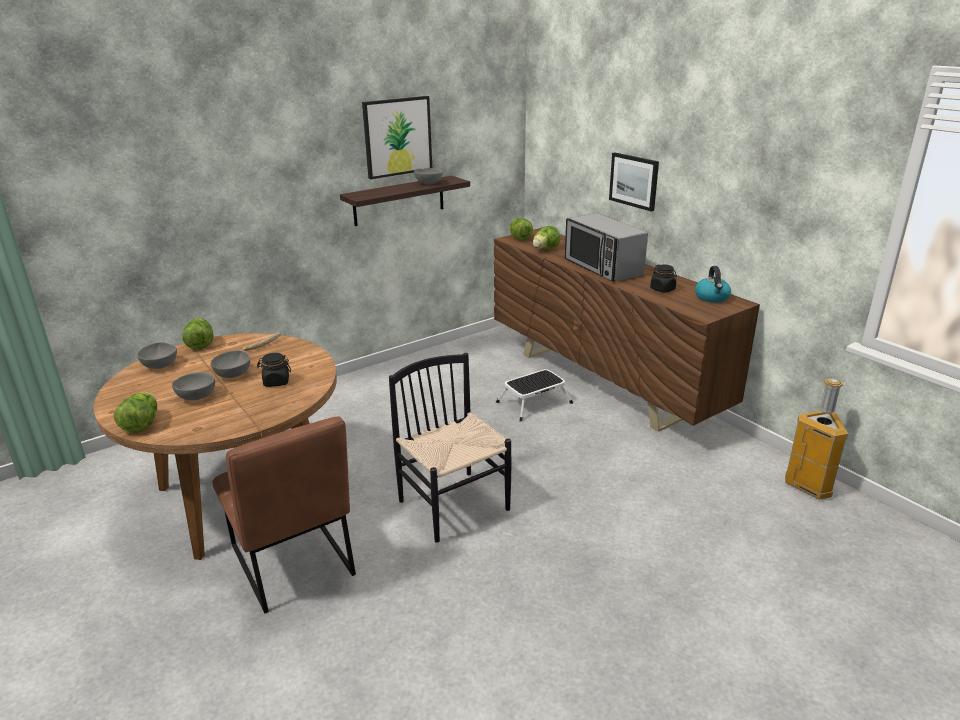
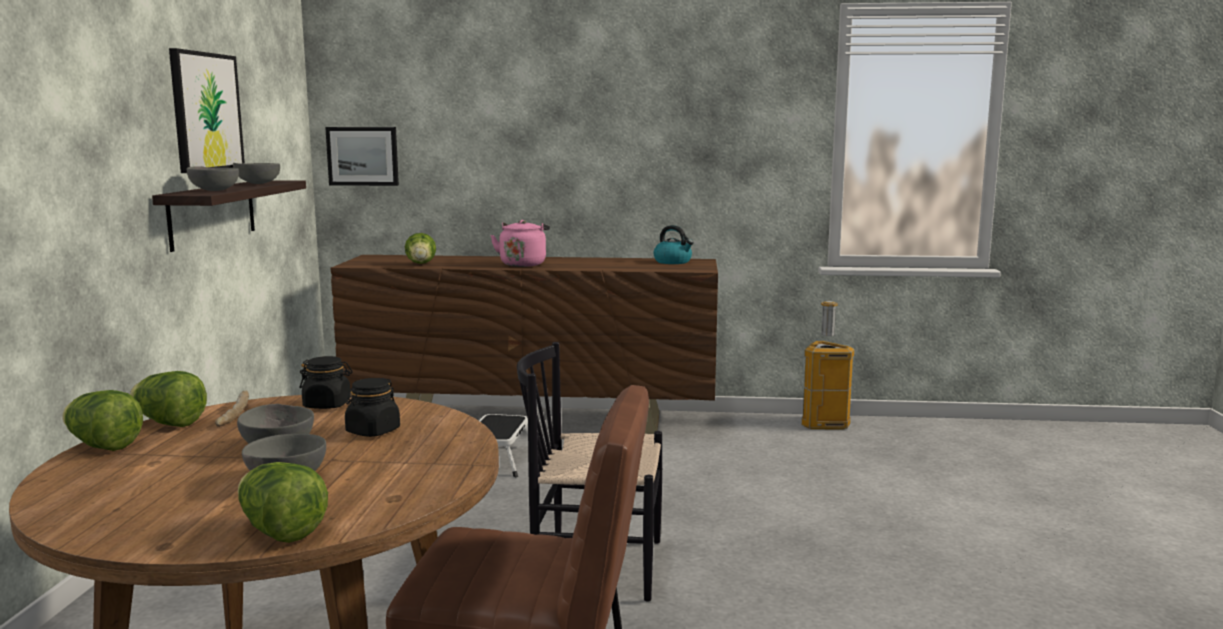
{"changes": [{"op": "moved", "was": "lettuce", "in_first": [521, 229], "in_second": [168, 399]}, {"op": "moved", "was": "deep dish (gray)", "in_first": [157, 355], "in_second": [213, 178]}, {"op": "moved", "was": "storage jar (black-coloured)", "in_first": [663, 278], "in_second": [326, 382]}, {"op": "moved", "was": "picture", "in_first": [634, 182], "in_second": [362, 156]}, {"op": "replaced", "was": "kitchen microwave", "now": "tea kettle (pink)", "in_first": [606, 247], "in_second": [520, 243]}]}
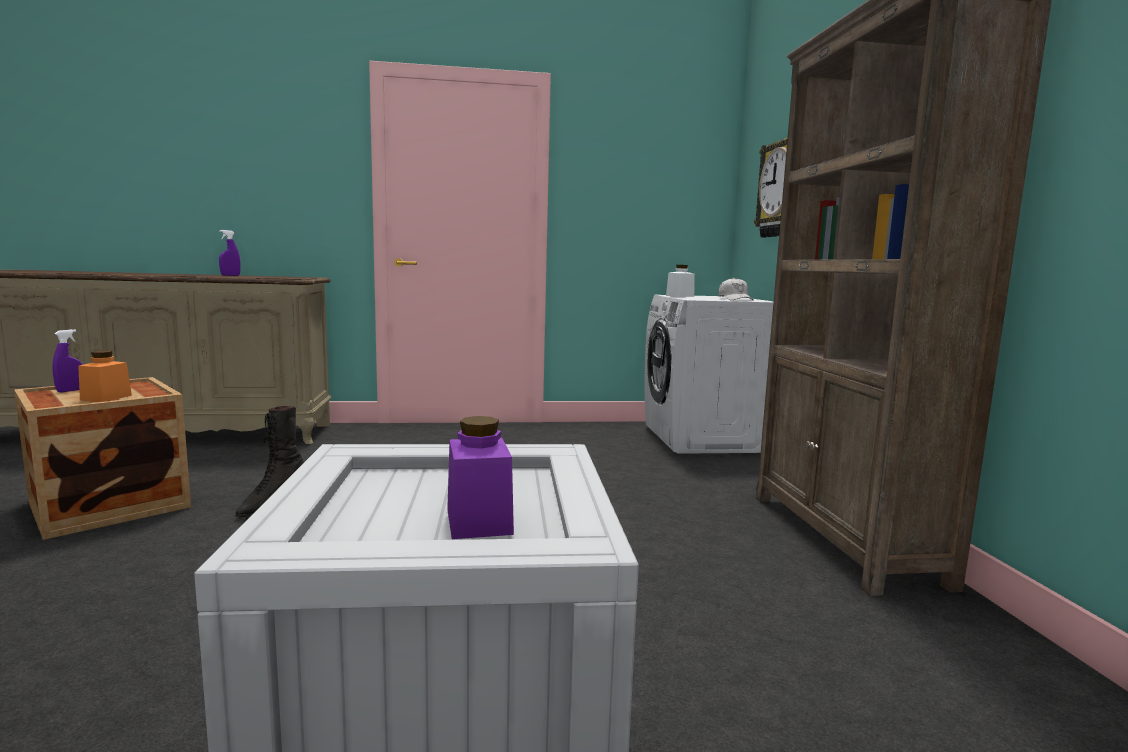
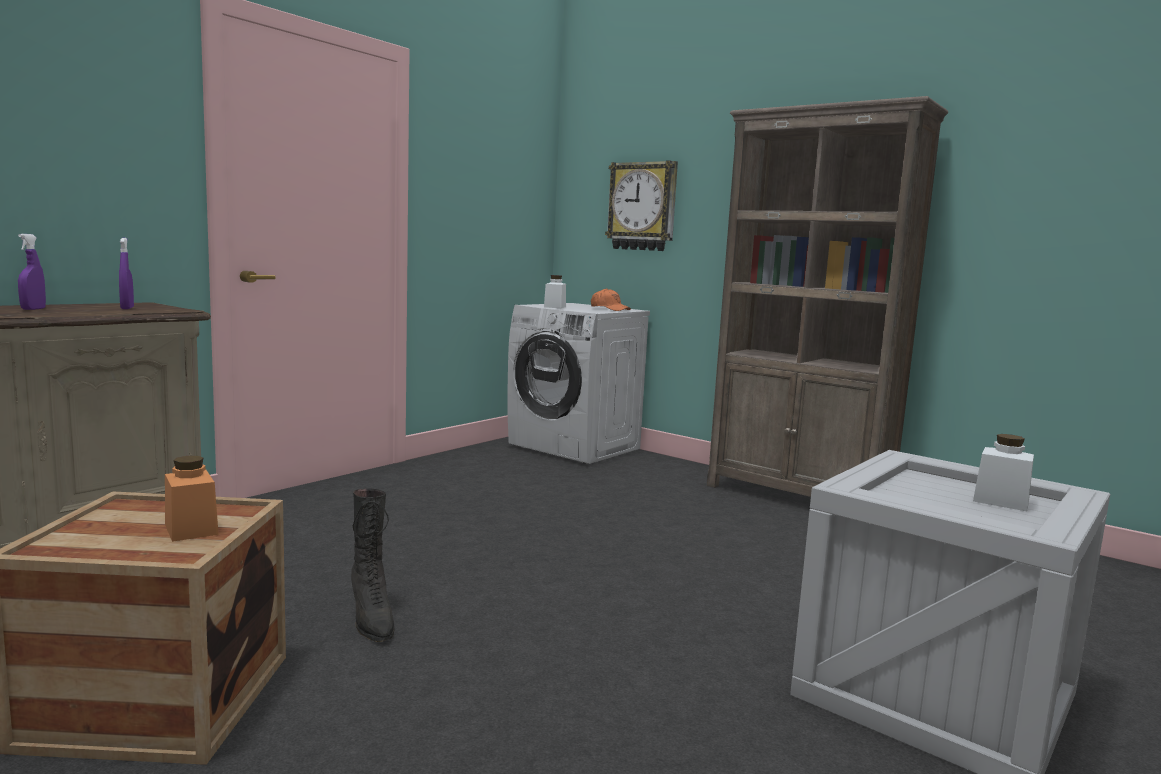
{"changes": [{"op": "moved", "was": "spray bottle (purple-coloured)", "in_first": [67, 360], "in_second": [126, 273]}, {"op": "recoloured", "was": "peaked cap (white-coloured)", "now": "peaked cap (orangey)", "in_first": [736, 289], "in_second": [611, 299]}, {"op": "recoloured", "was": "storage jar (purple-coloured)", "now": "storage jar (white-coloured)", "in_first": [480, 477], "in_second": [1003, 472]}]}
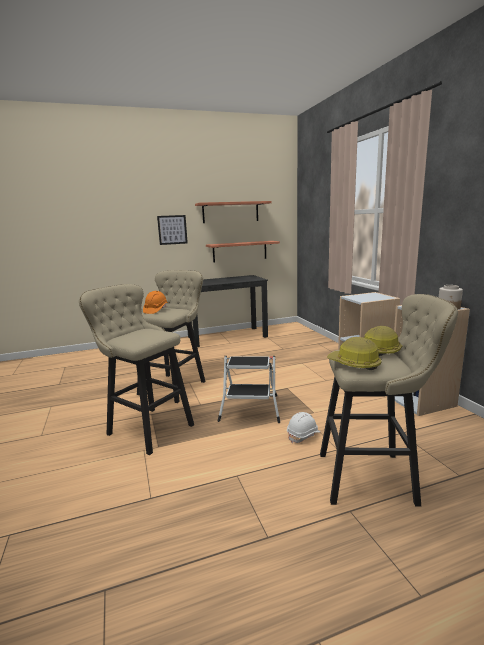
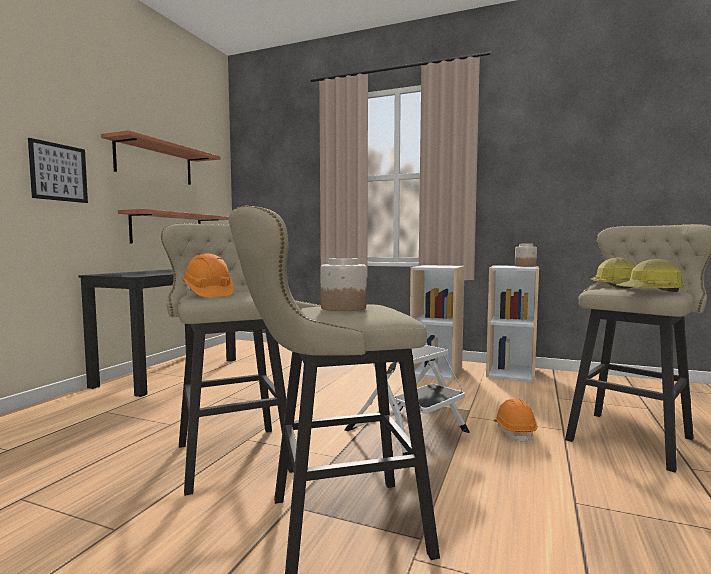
{"changes": [{"op": "added", "now": "storage jar", "in_second": [343, 284]}, {"op": "recoloured", "was": "safety helmet (white-coloured)", "now": "safety helmet (orangey)", "in_first": [303, 427], "in_second": [515, 421]}]}
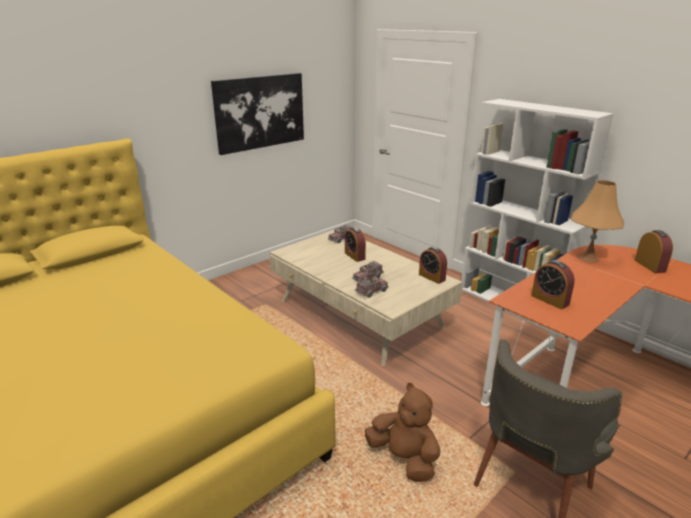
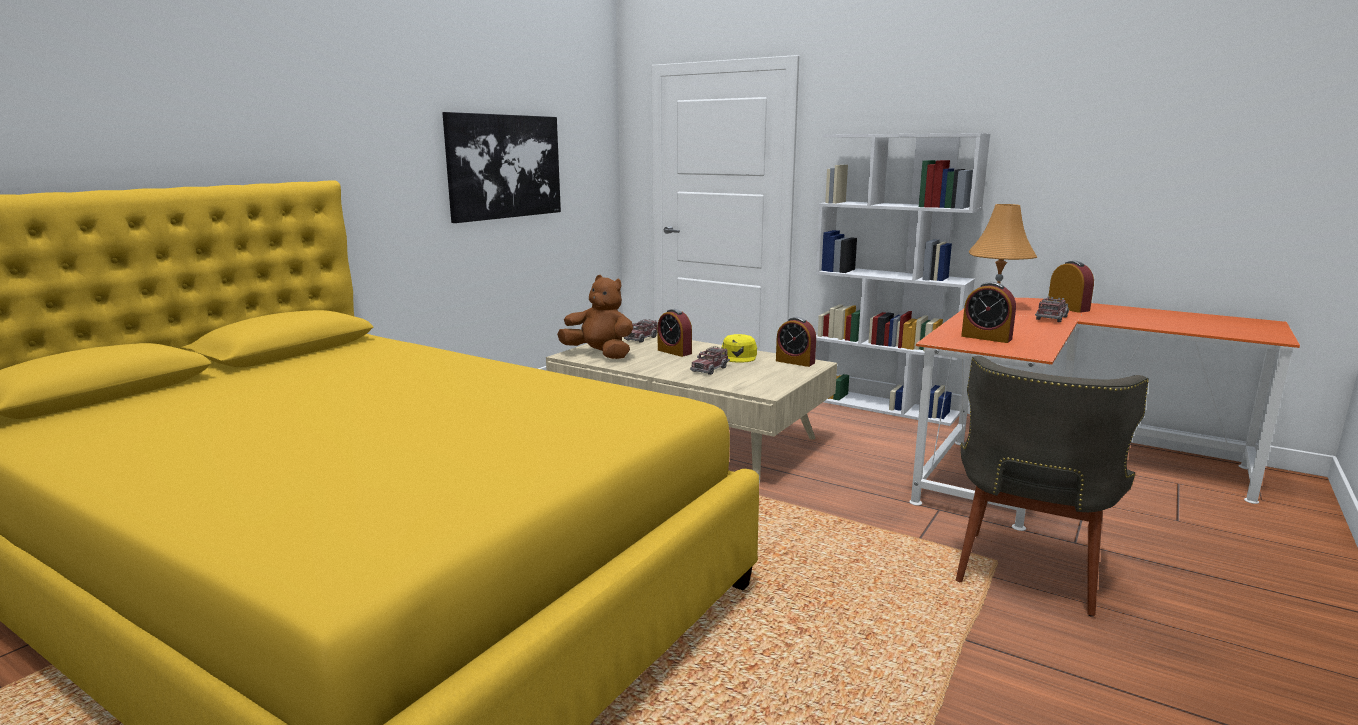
{"changes": [{"op": "moved", "was": "plush toy (brown-coloured)", "in_first": [402, 432], "in_second": [595, 317]}, {"op": "added", "now": "peaked cap (yellow)", "in_second": [739, 348]}, {"op": "moved", "was": "toy truck", "in_first": [371, 287], "in_second": [1052, 309]}]}
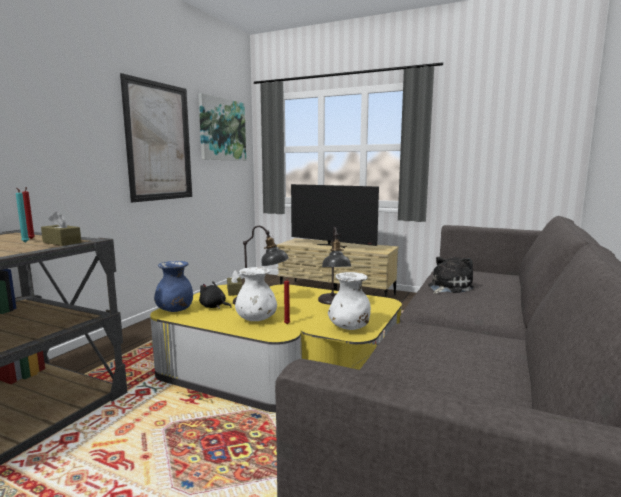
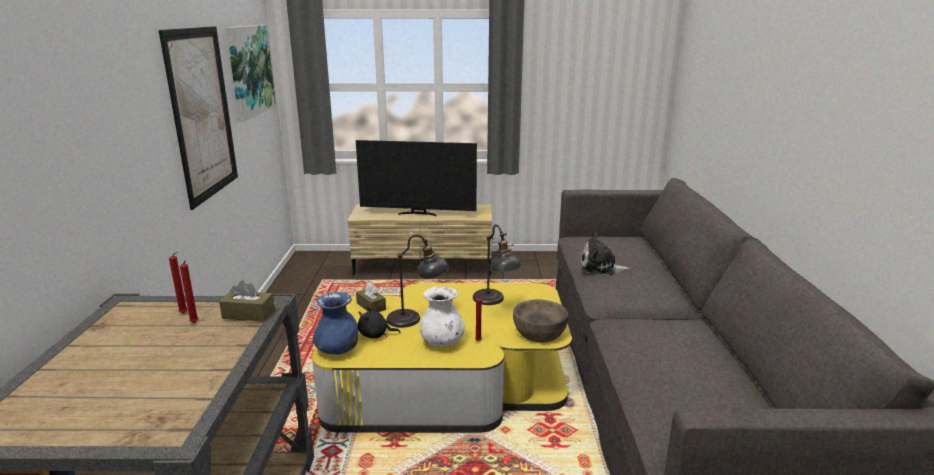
{"changes": [{"op": "recoloured", "was": "wax candle (turquoise-coloured)", "now": "wax candle (red)", "in_first": [22, 215], "in_second": [189, 291]}, {"op": "replaced", "was": "decorative vase (white-coloured)", "now": "deep dish (brown-coloured)", "in_first": [349, 301], "in_second": [540, 320]}, {"op": "turned", "was": "plush toy", "in_first": [451, 275], "in_second": [605, 254], "clockwise": -105}]}
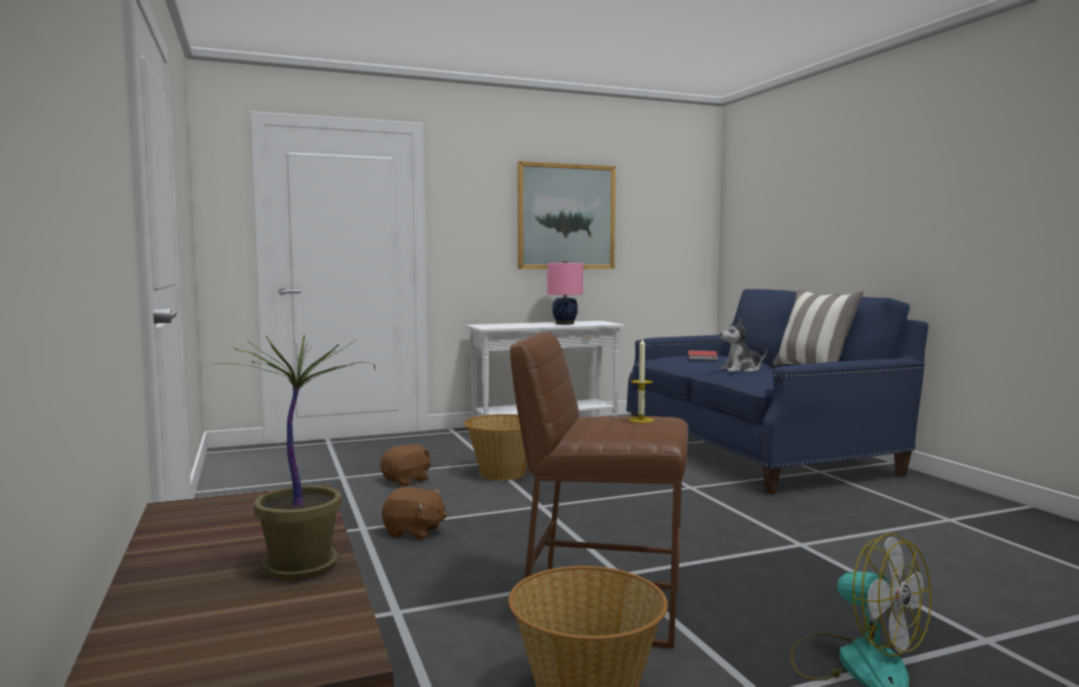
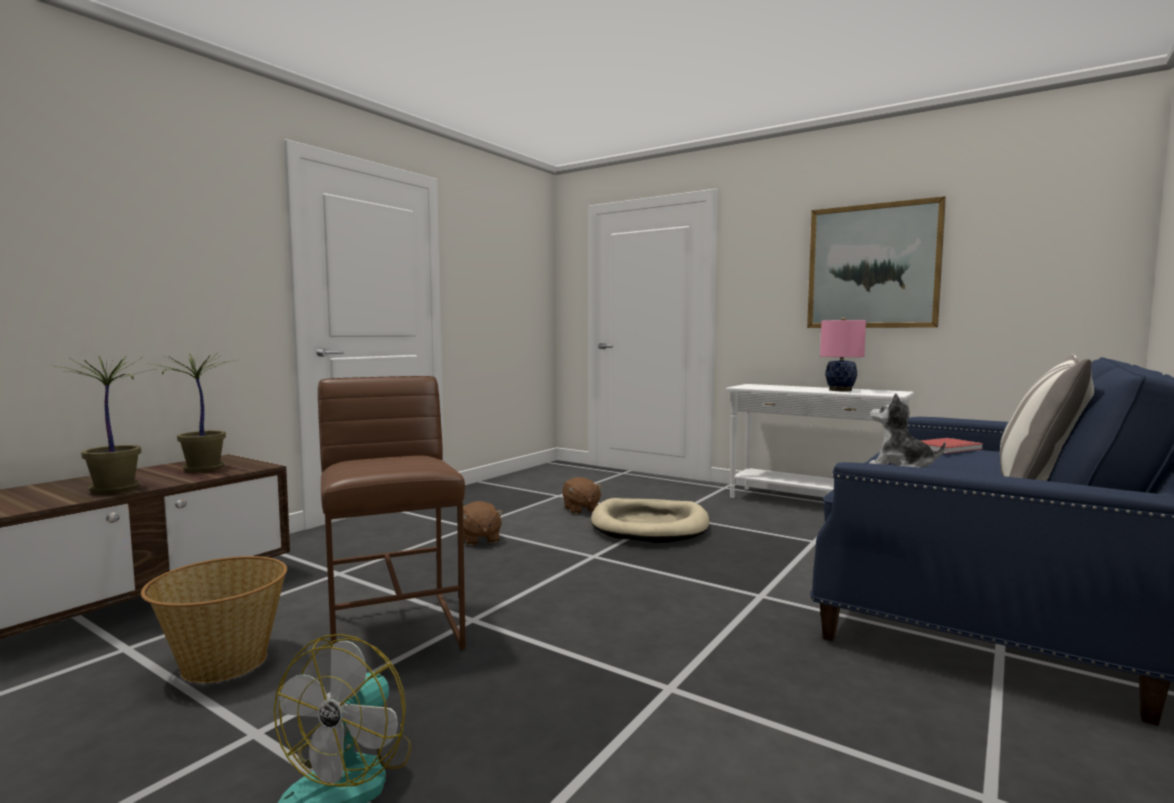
{"changes": [{"op": "added", "now": "potted plant", "in_second": [194, 412]}, {"op": "turned", "was": "plush toy (brown-coloured)", "in_first": [405, 465], "in_second": [582, 495], "clockwise": 60}, {"op": "replaced", "was": "storage basket", "now": "dog bed (beige)", "in_first": [495, 447], "in_second": [650, 520]}, {"op": "removed", "was": "wax candle", "in_first": [641, 380]}]}
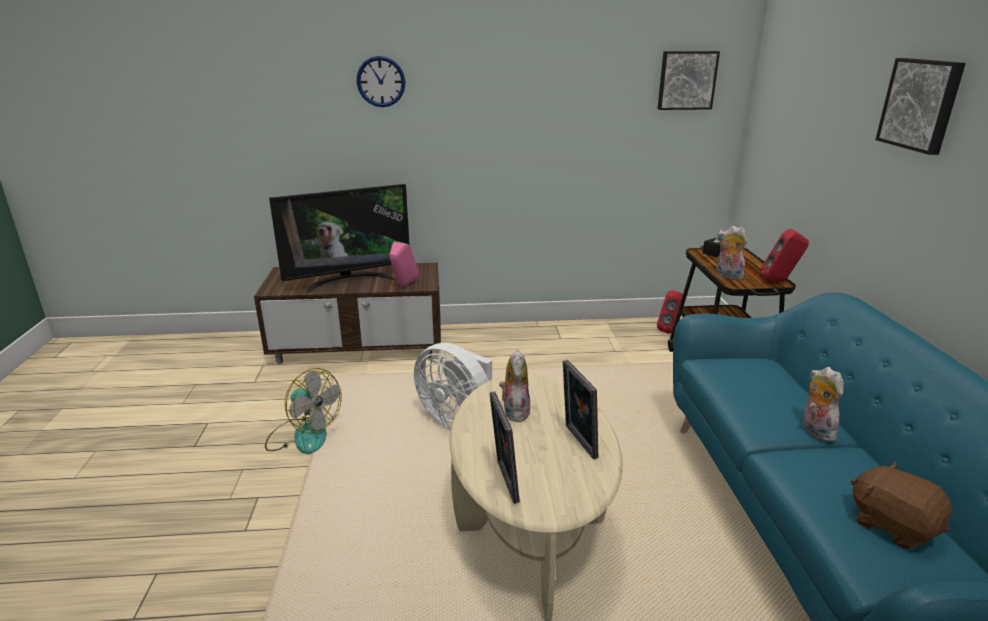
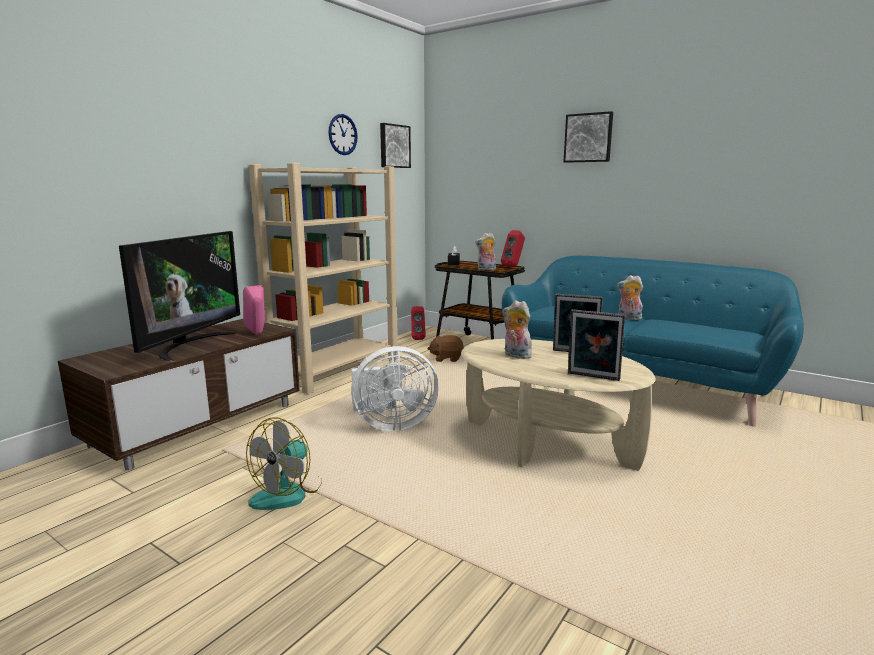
{"changes": [{"op": "turned", "was": "fan", "in_first": [303, 411], "in_second": [284, 463], "clockwise": 135}, {"op": "added", "now": "bookshelf (beige)", "in_second": [323, 278]}, {"op": "moved", "was": "wall clock", "in_first": [381, 81], "in_second": [343, 134]}, {"op": "moved", "was": "plush toy (brown-coloured)", "in_first": [901, 505], "in_second": [445, 348]}]}
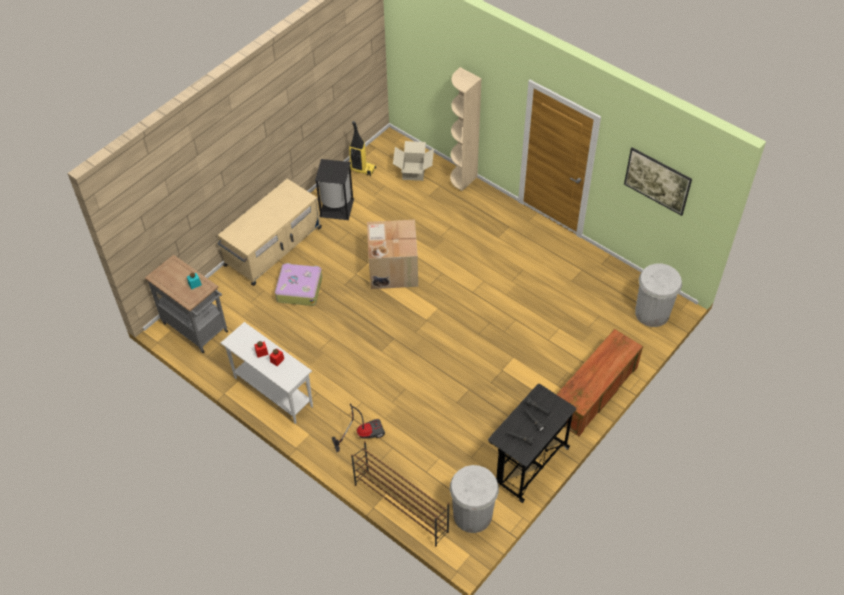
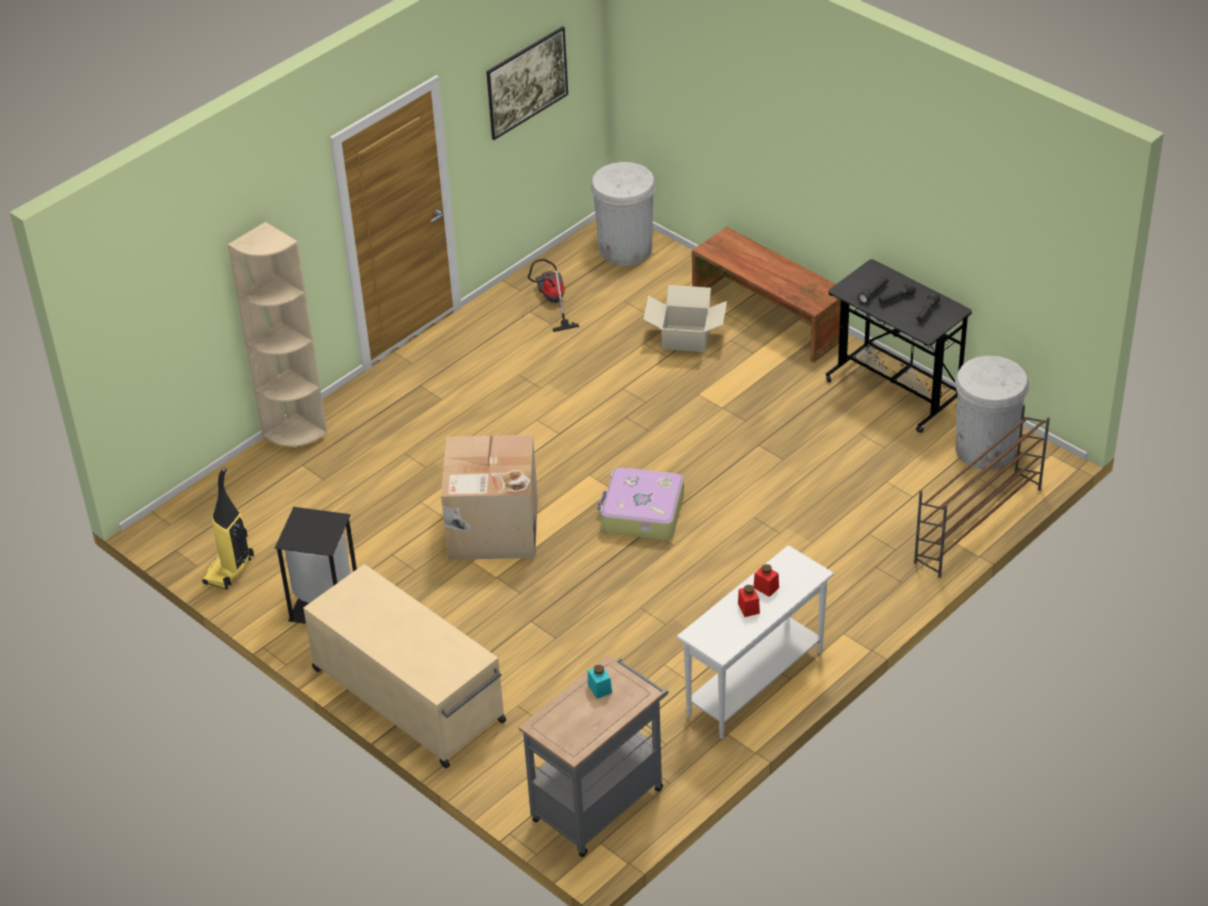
{"changes": [{"op": "moved", "was": "vacuum", "in_first": [358, 427], "in_second": [554, 295]}, {"op": "moved", "was": "suitcase", "in_first": [298, 284], "in_second": [640, 503]}, {"op": "moved", "was": "cardboard box", "in_first": [413, 161], "in_second": [685, 318]}]}
